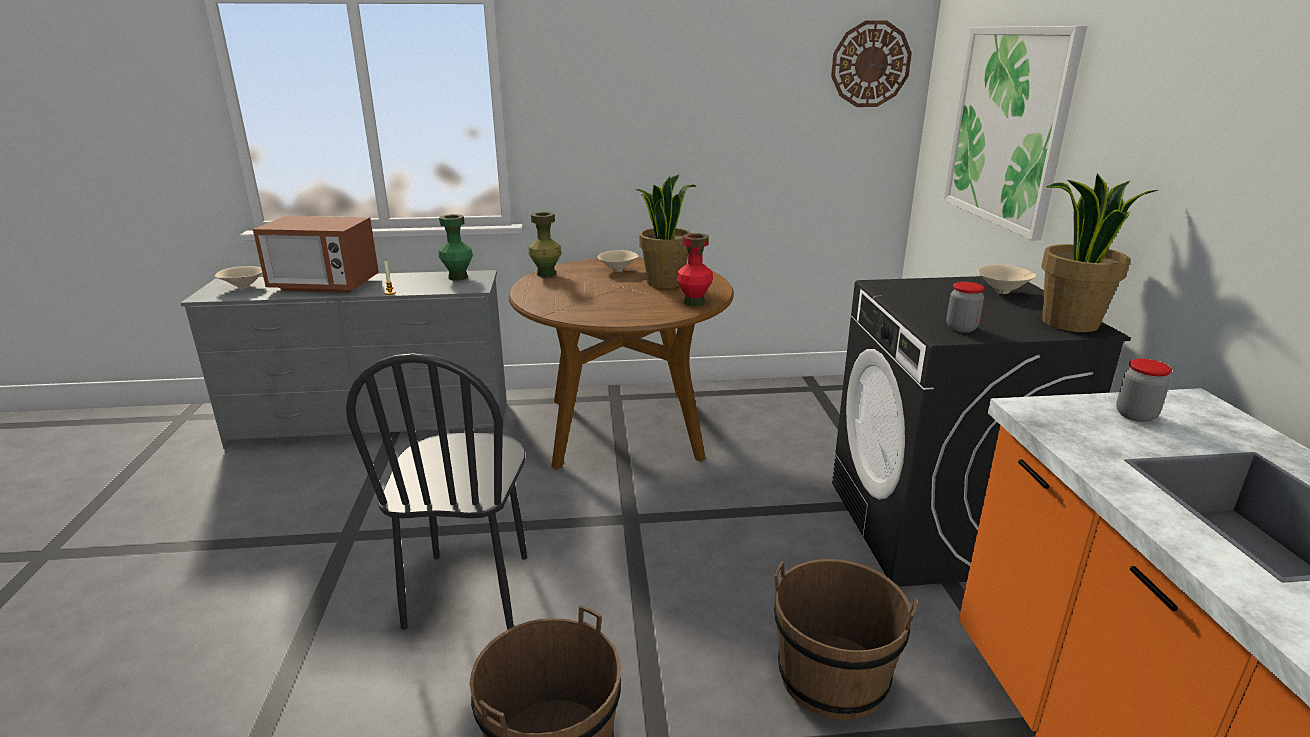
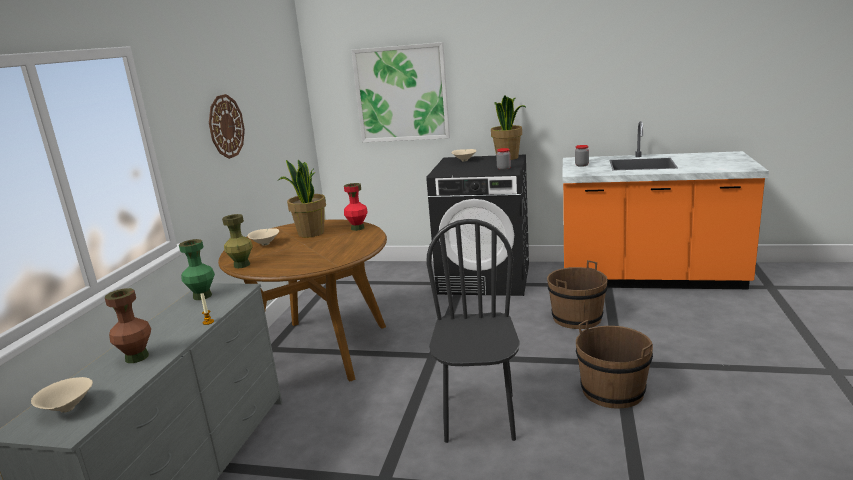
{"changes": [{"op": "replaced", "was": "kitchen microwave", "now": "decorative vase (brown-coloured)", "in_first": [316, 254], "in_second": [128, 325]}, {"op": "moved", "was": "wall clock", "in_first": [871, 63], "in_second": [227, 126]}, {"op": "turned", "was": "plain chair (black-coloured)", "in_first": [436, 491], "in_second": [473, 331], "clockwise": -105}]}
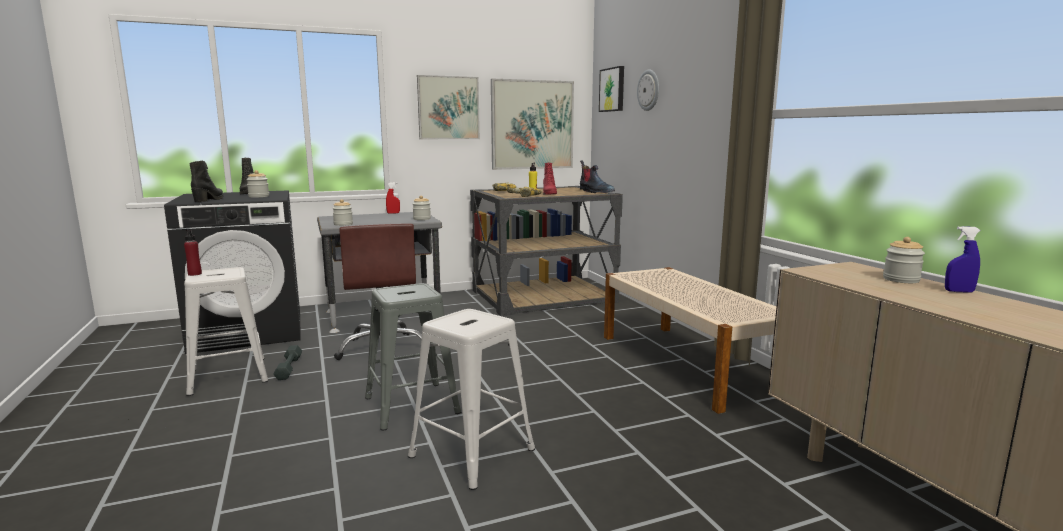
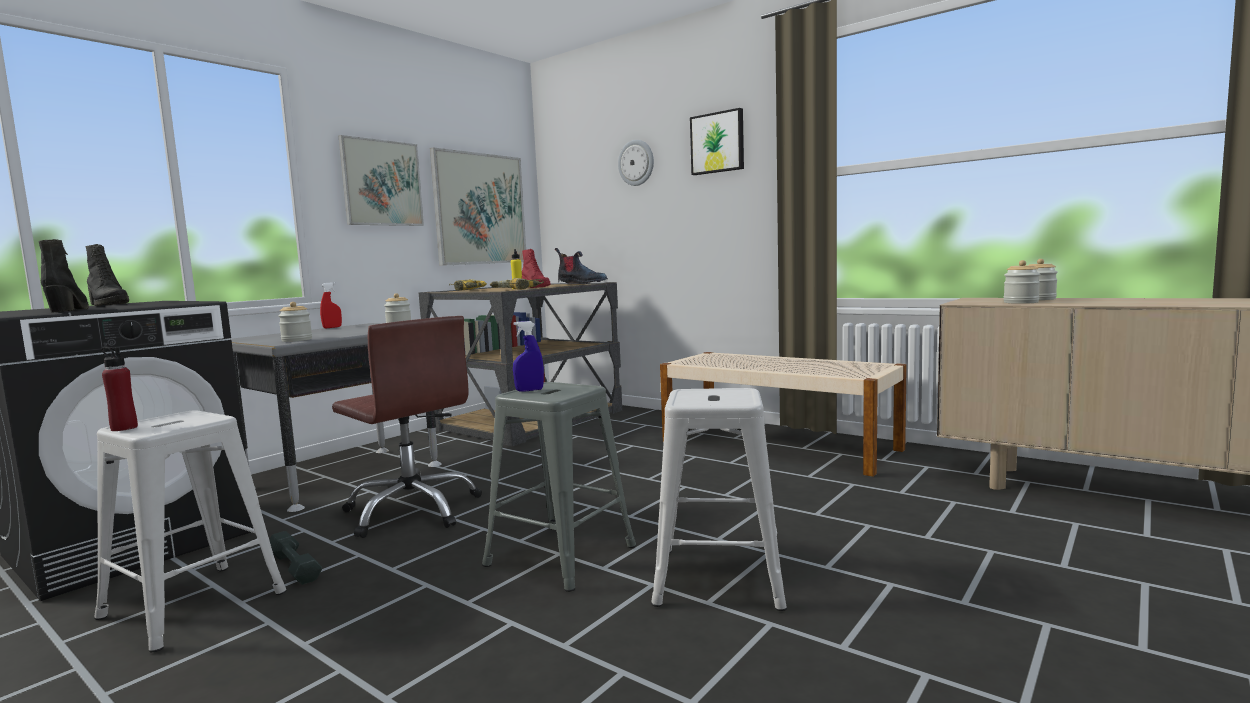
{"changes": [{"op": "moved", "was": "spray bottle (bluish)", "in_first": [963, 259], "in_second": [528, 356]}, {"op": "moved", "was": "picture", "in_first": [611, 89], "in_second": [717, 141]}, {"op": "moved", "was": "storage jar", "in_first": [257, 184], "in_second": [1021, 282]}]}
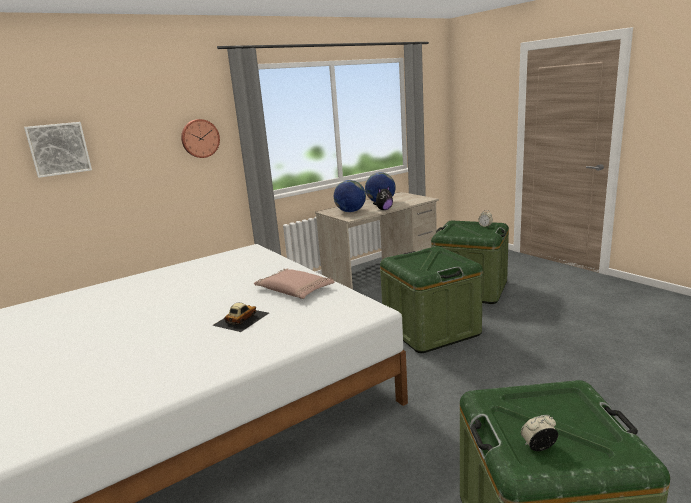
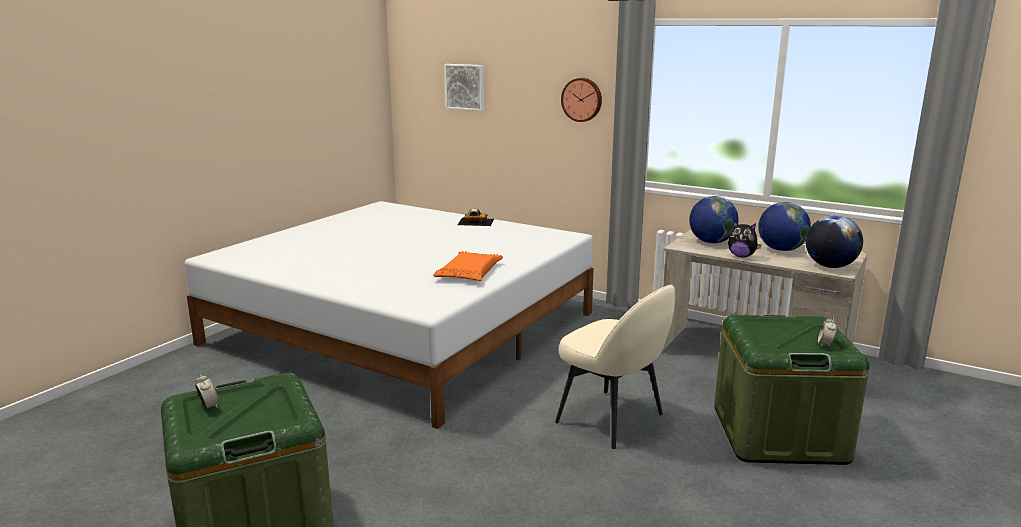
{"changes": [{"op": "recoloured", "was": "throw pillow (beige)", "now": "throw pillow (orangey)", "in_first": [294, 284], "in_second": [468, 266]}, {"op": "moved", "was": "toy car", "in_first": [240, 317], "in_second": [475, 217]}, {"op": "replaced", "was": "storage bin (greenish)", "now": "plain chair (beige)", "in_first": [431, 299], "in_second": [615, 366]}, {"op": "added", "now": "desk globe", "in_second": [834, 241]}]}
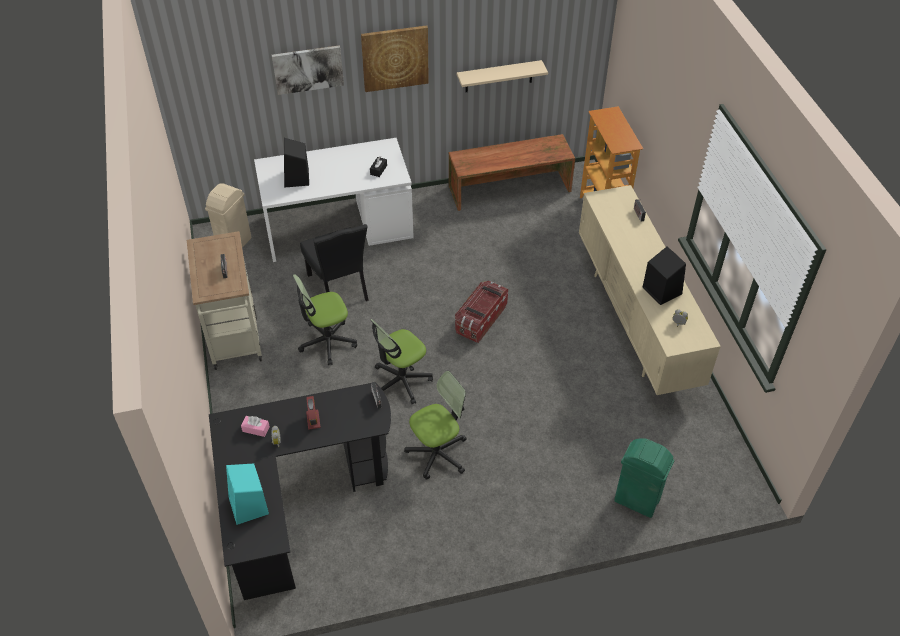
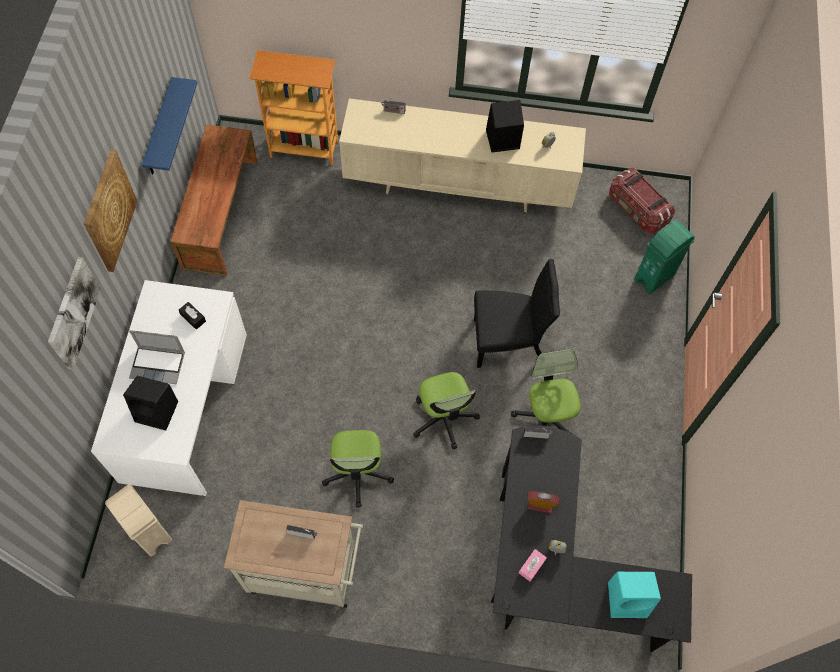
{"changes": [{"op": "added", "now": "portable computer", "in_second": [157, 357]}, {"op": "recoloured", "was": "wall shelf (beige)", "now": "wall shelf (bluish)", "in_first": [502, 76], "in_second": [170, 125]}, {"op": "moved", "was": "plain chair (black-coloured)", "in_first": [334, 262], "in_second": [517, 313]}, {"op": "moved", "was": "storage bin", "in_first": [481, 312], "in_second": [642, 201]}]}
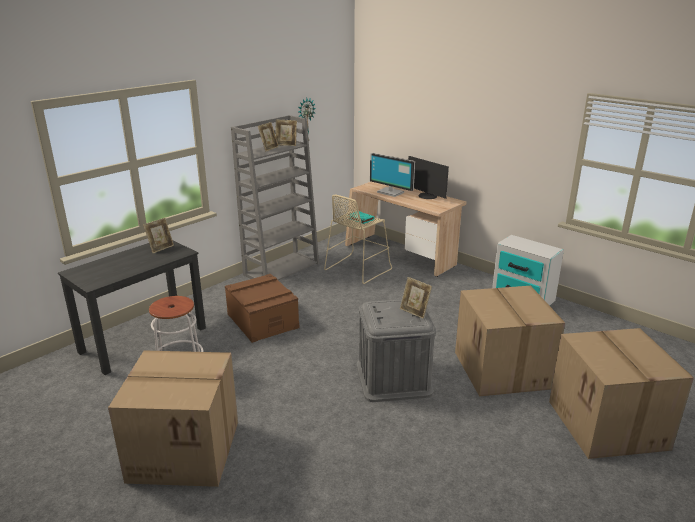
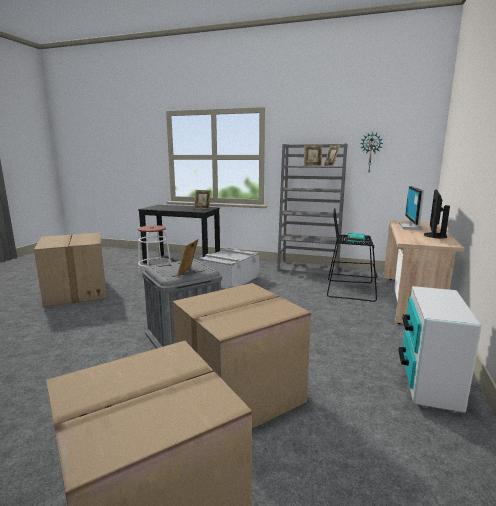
{"changes": [{"op": "recoloured", "was": "storage bin (brown-coloured)", "now": "storage bin (gray)", "in_first": [262, 308], "in_second": [229, 268]}, {"op": "recoloured", "was": "sitting stool (beige)", "now": "sitting stool (black-coloured)", "in_first": [358, 239], "in_second": [352, 255]}]}
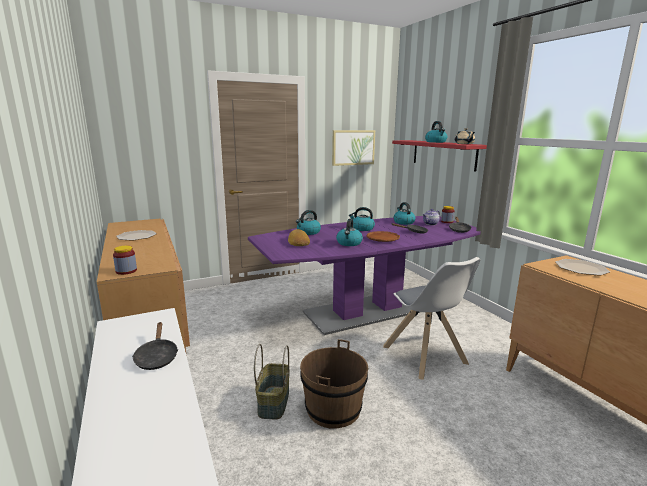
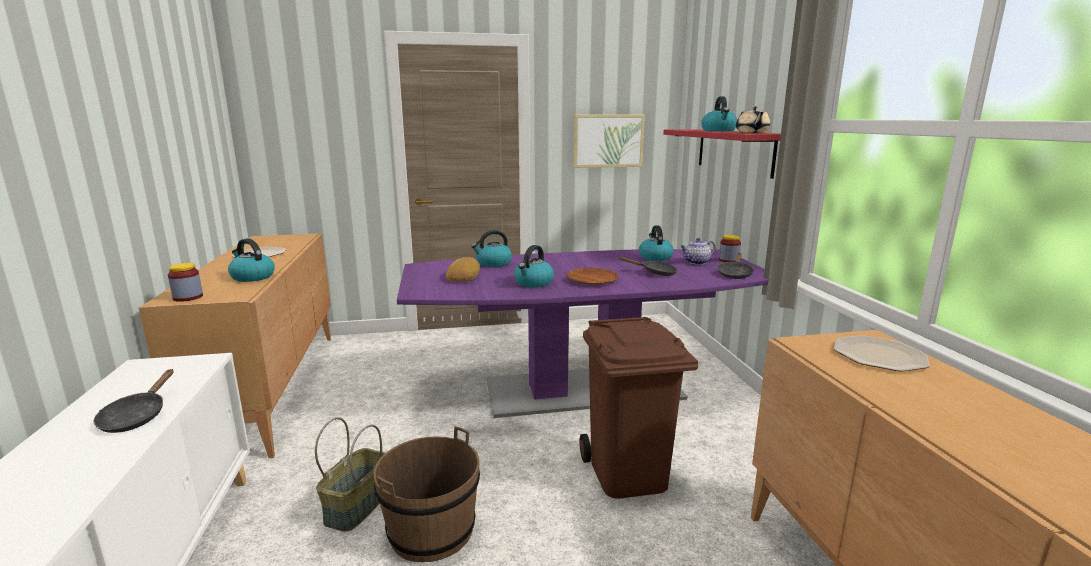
{"changes": [{"op": "moved", "was": "tea kettle", "in_first": [362, 219], "in_second": [251, 260]}, {"op": "replaced", "was": "plain chair", "now": "rubbish bin (brown-coloured)", "in_first": [432, 318], "in_second": [639, 408]}]}
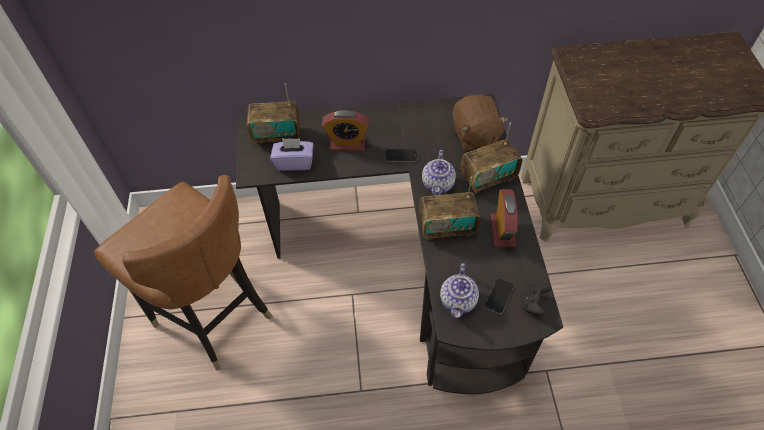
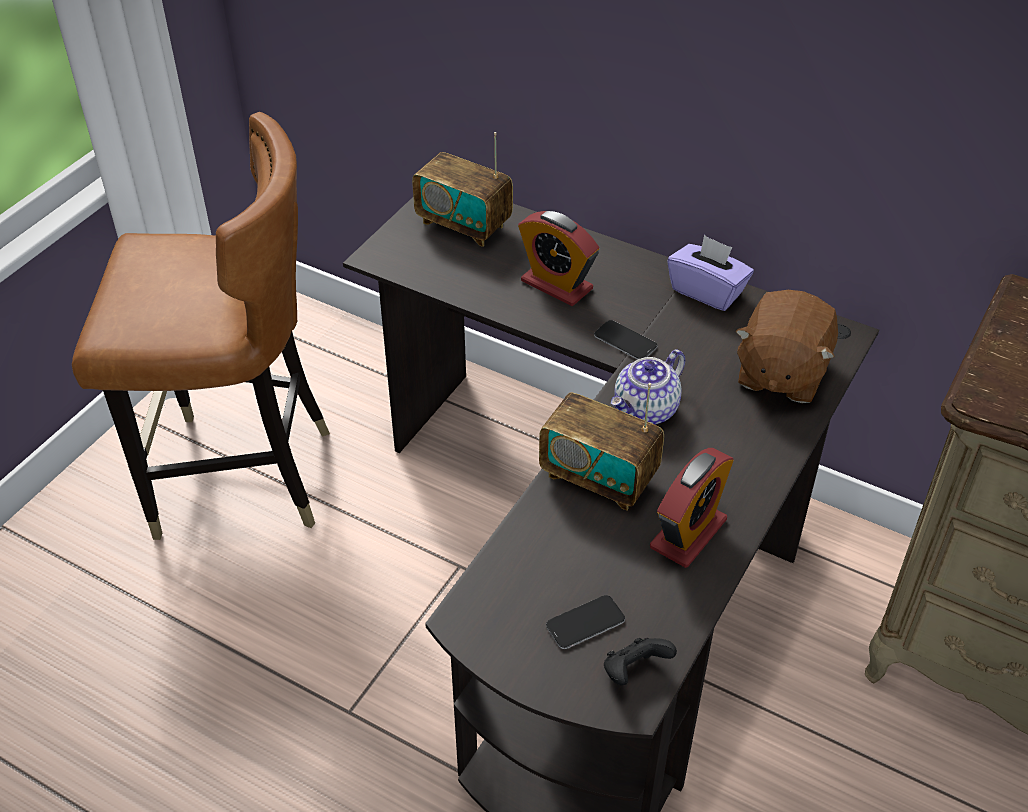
{"changes": [{"op": "turned", "was": "plain chair (brown-coloured)", "in_first": [183, 273], "in_second": [201, 326], "clockwise": -75}, {"op": "moved", "was": "box of tissues (purple-coloured)", "in_first": [292, 154], "in_second": [710, 273]}, {"op": "removed", "was": "pot for tea", "in_first": [459, 290]}, {"op": "removed", "was": "radio", "in_first": [491, 158]}]}
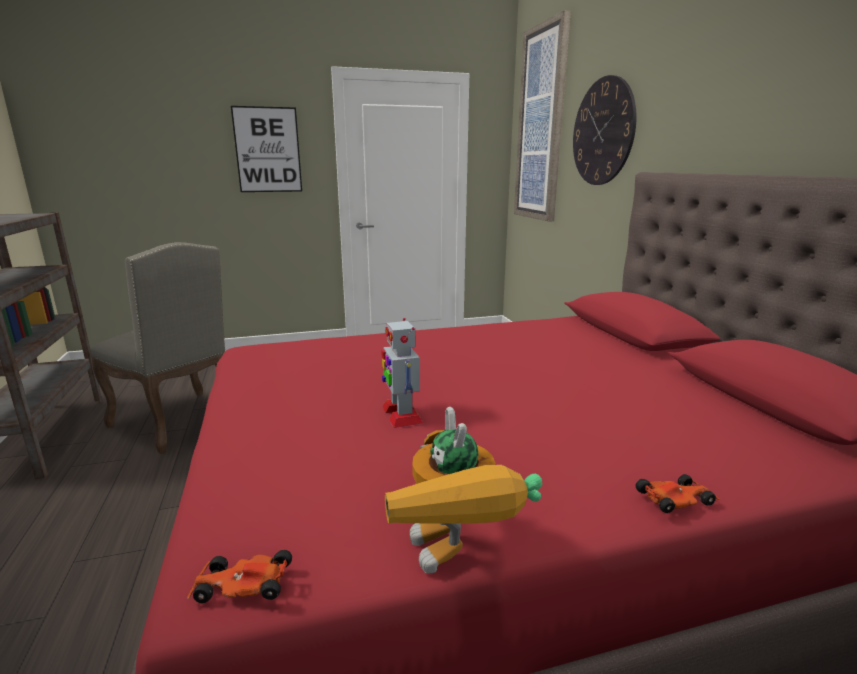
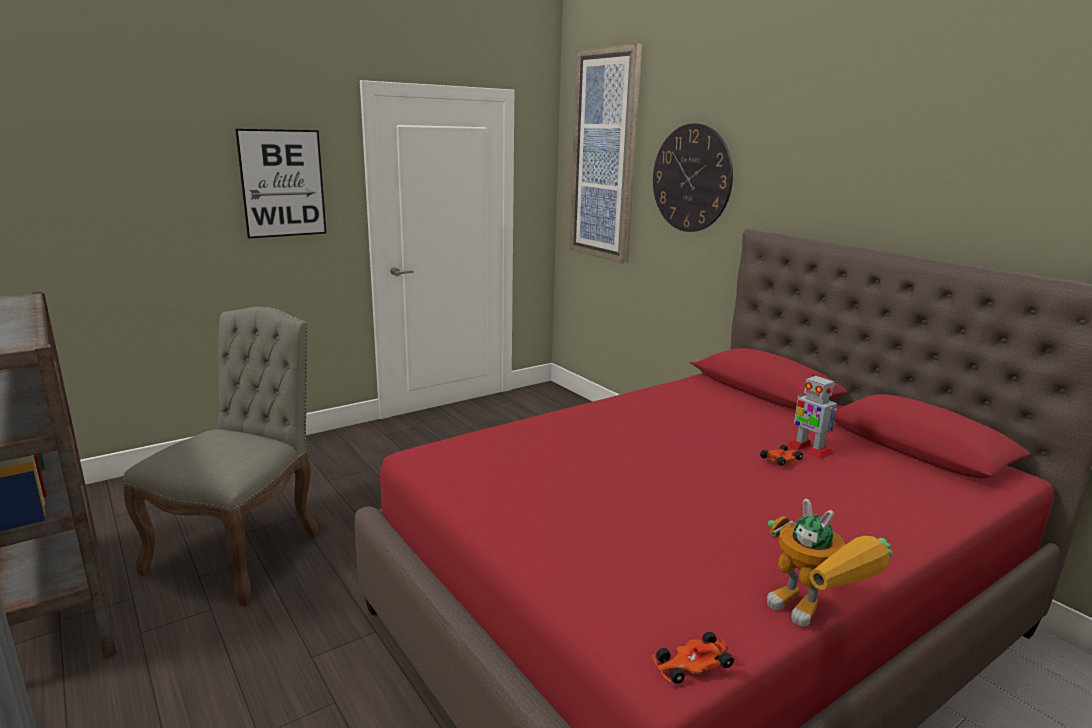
{"changes": [{"op": "turned", "was": "plain chair (gray)", "in_first": [157, 348], "in_second": [220, 456], "clockwise": -90}, {"op": "moved", "was": "toy car", "in_first": [677, 493], "in_second": [782, 455]}, {"op": "moved", "was": "robot figure", "in_first": [402, 373], "in_second": [811, 417]}]}
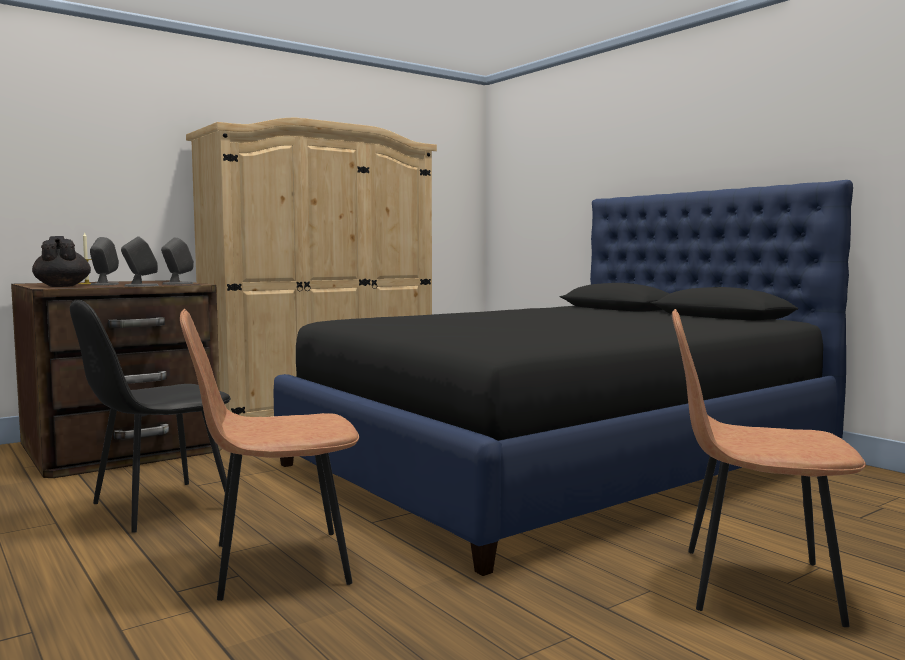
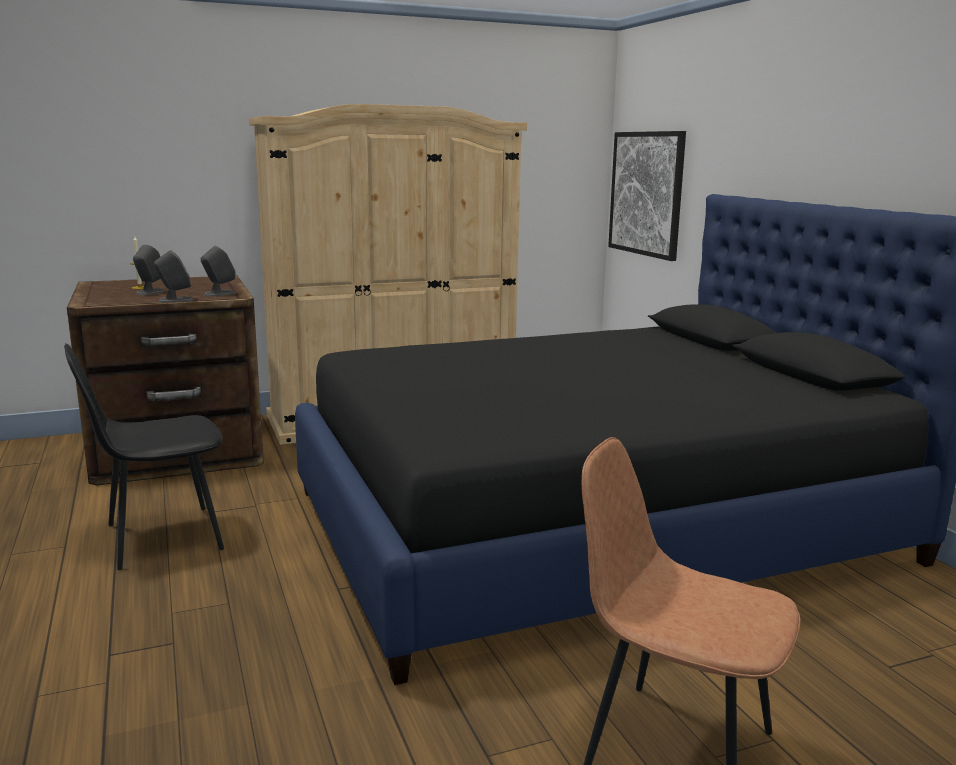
{"changes": [{"op": "added", "now": "picture", "in_second": [647, 196]}, {"op": "removed", "was": "pot for tea (black-coloured)", "in_first": [61, 261]}, {"op": "removed", "was": "plain chair (brown-coloured)", "in_first": [269, 455]}]}
